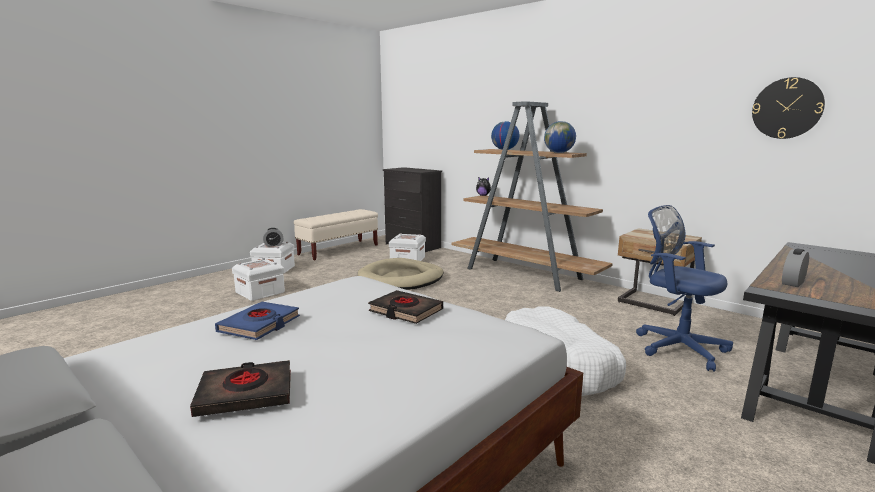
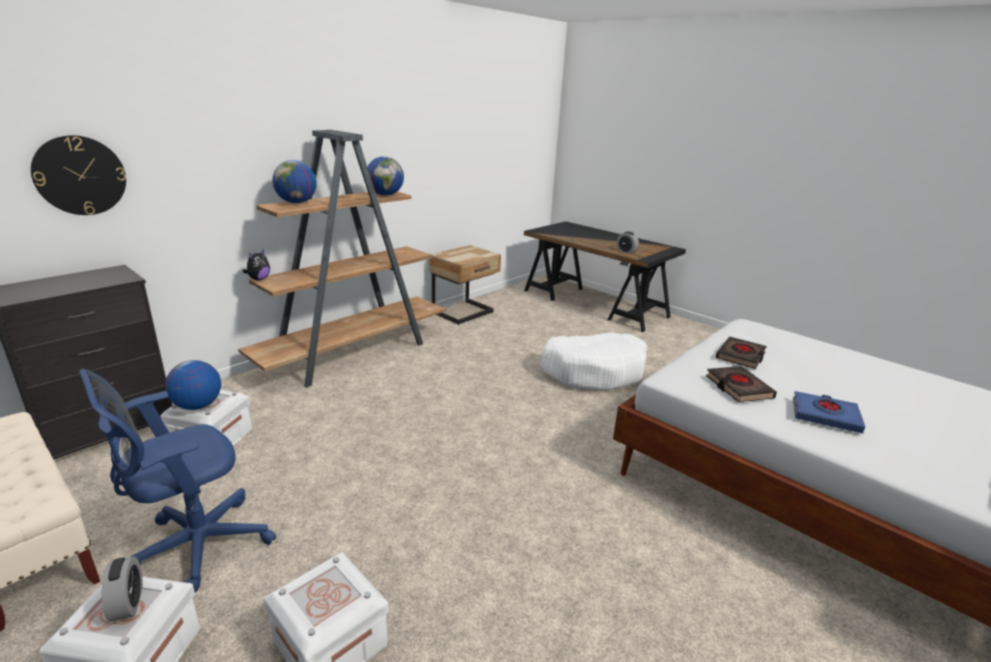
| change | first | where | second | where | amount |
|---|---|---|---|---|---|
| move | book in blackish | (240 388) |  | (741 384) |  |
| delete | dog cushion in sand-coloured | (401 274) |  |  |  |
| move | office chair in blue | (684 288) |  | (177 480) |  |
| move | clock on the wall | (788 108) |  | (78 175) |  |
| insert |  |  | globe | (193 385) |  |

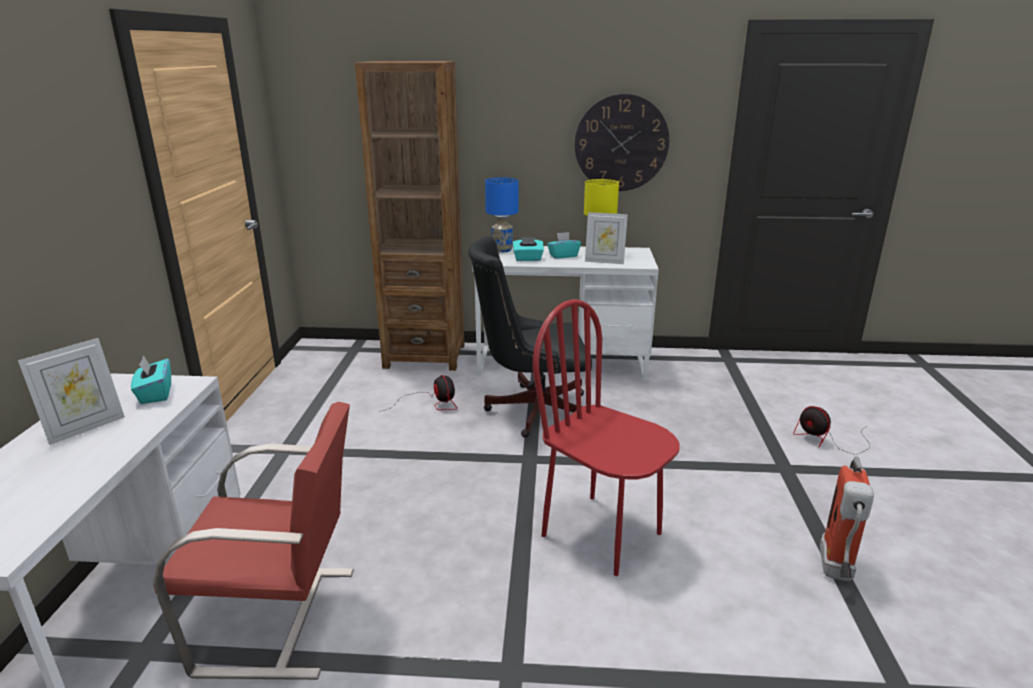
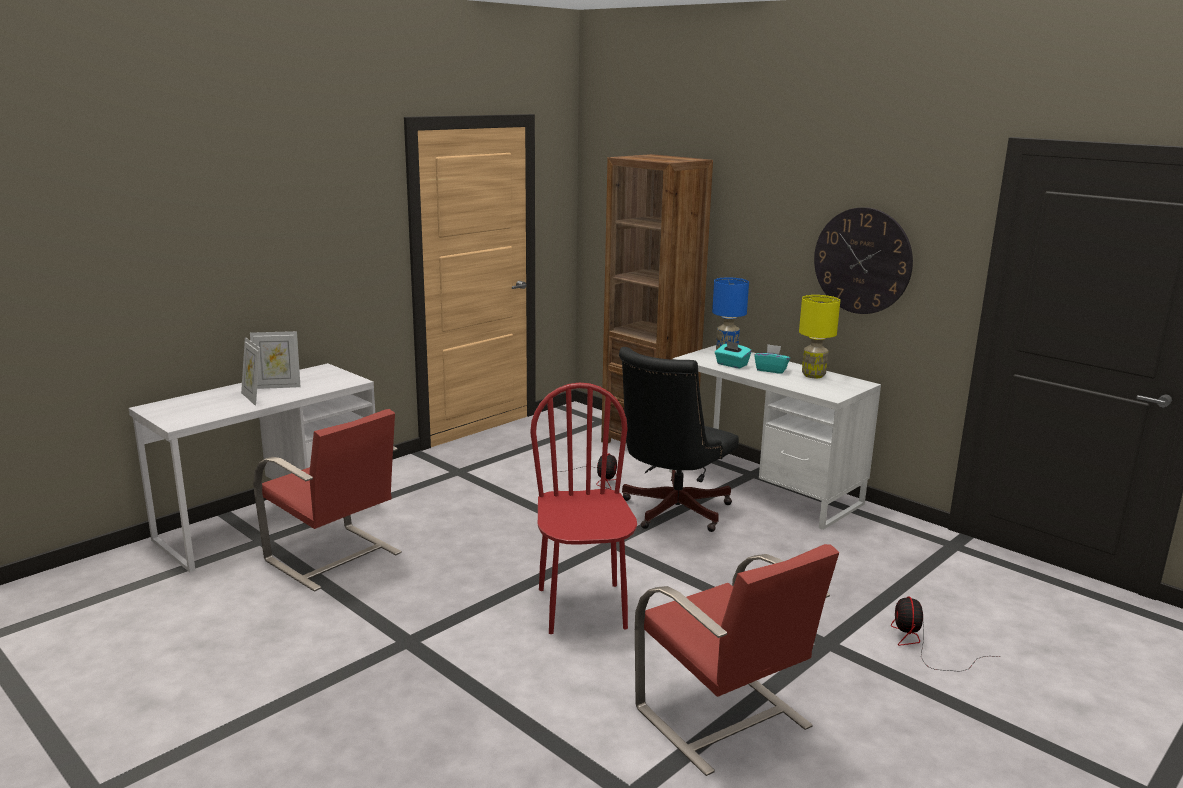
| change | first | where | second | where | amount |
|---|---|---|---|---|---|
| delete | tissue holder in blue-green | (151 379) |  |  |  |
| rotate | office chair in blackish | (530 337) |  | (679 439) | 90 degrees counterclockwise |
| move | photo frame | (606 238) |  | (250 371) |  |
| replace | fire extinguisher | (847 518) | plain chair in reddish | (737 660) |  |

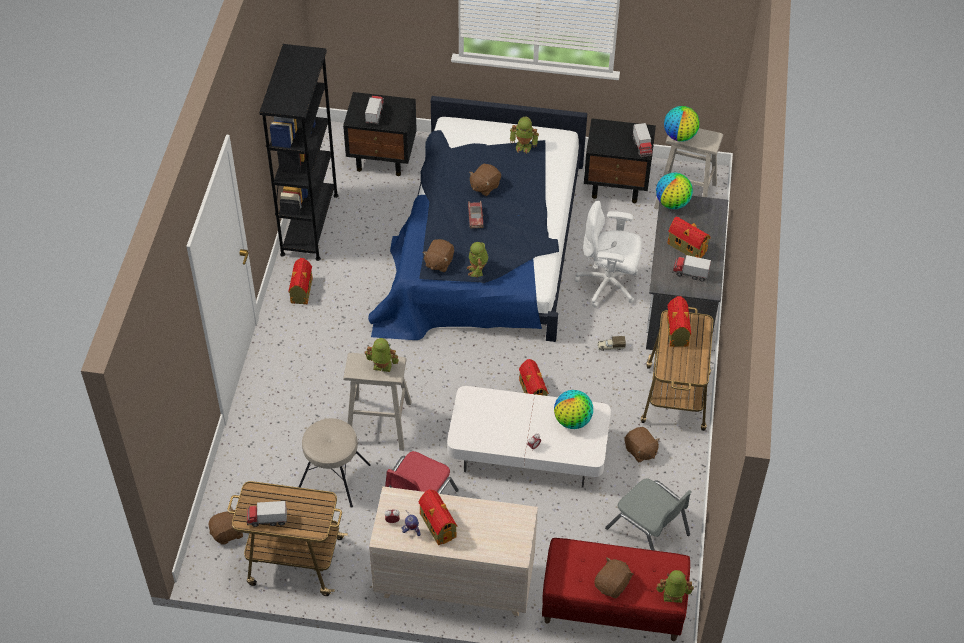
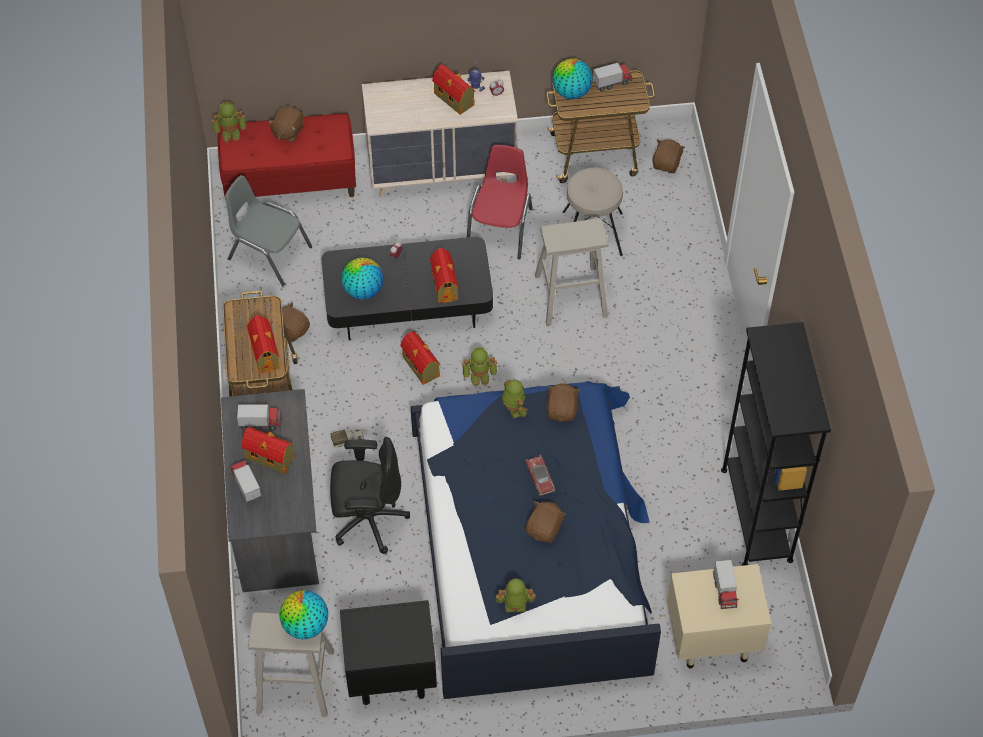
| change | first | where | second | where | amount |
|---|---|---|---|---|---|
| rotate | soft toy in brown | (225 526) |  | (668 156) | 150 degrees clockwise |
| move | toy house | (300 281) |  | (444 275) |  |
| recolor | bedside table in blackish | (380 134) | bedside table in sand-coloured | (719 616) |  |
| move | toy robot | (382 355) |  | (479 367) |  |
| recolor | low table in whitish | (529 437) | low table in blackish | (407 288) |  |
| recolor | office chair in whitish | (608 254) | office chair in blackish | (370 495) |  |
| move | toy lorry | (643 140) |  | (246 481) |  |
| move | globe | (674 190) |  | (572 79) |  |

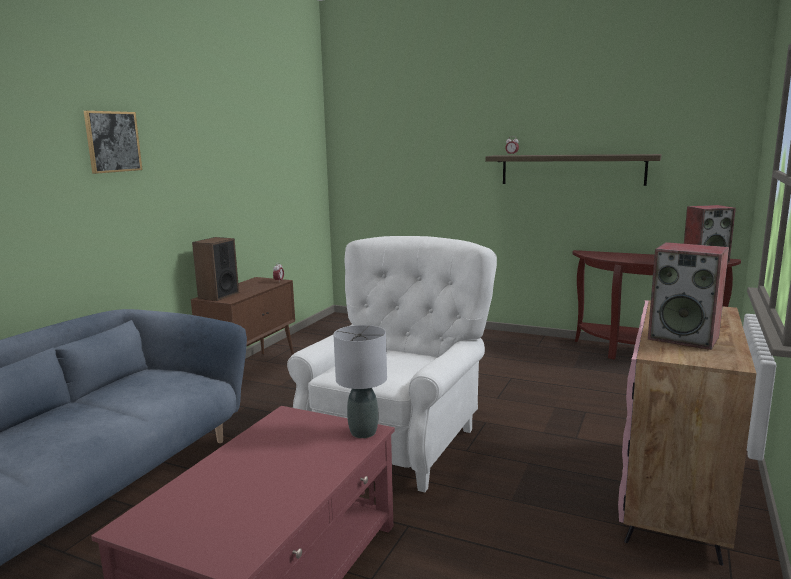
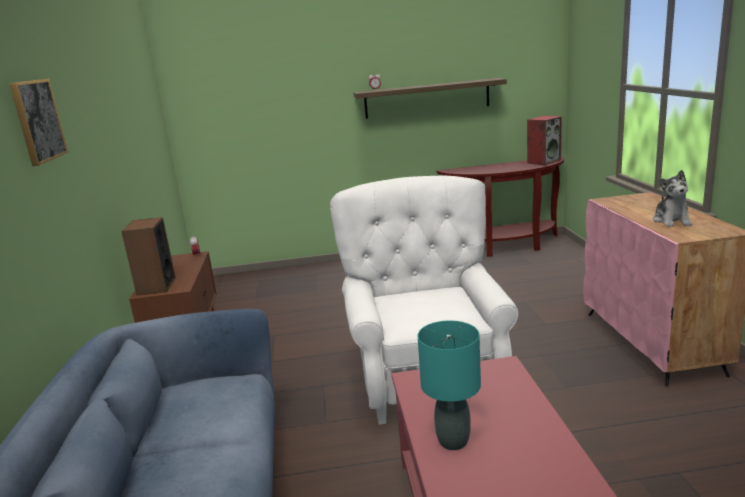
| change | first | where | second | where | amount |
|---|---|---|---|---|---|
| delete | lamp for a table in gray | (360 381) |  |  |  |
| replace | loudspeaker | (688 296) | soft toy | (672 198) |  |
| insert |  |  | lamp for a table in blue-green | (449 385) |  |

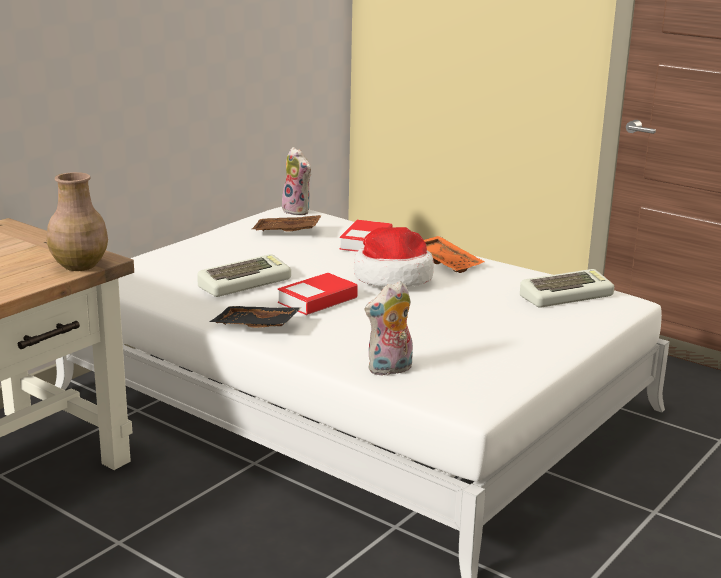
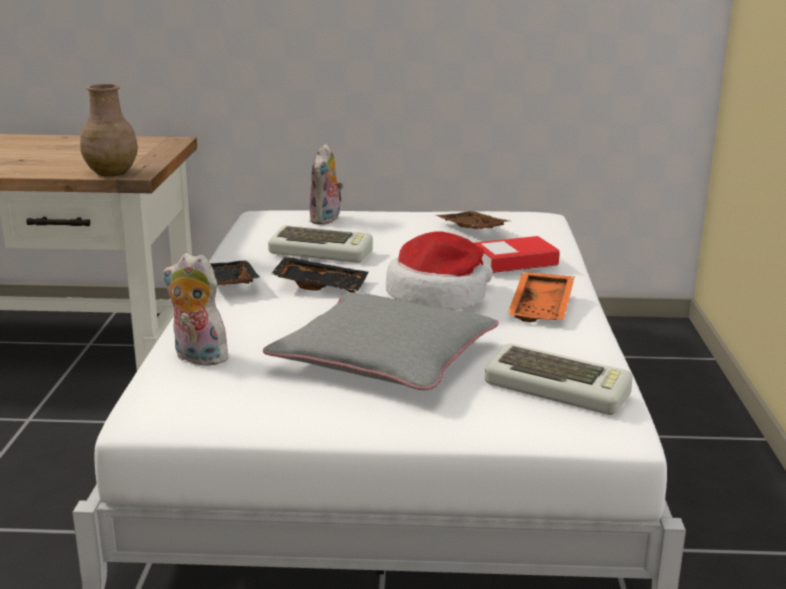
| change | first | where | second | where | amount |
|---|---|---|---|---|---|
| replace | book | (318 294) | tray in blackish | (319 274) |  |
| move | soft toy | (297 181) |  | (326 184) |  |
| insert |  |  | throw pillow in gray | (380 341) |  |

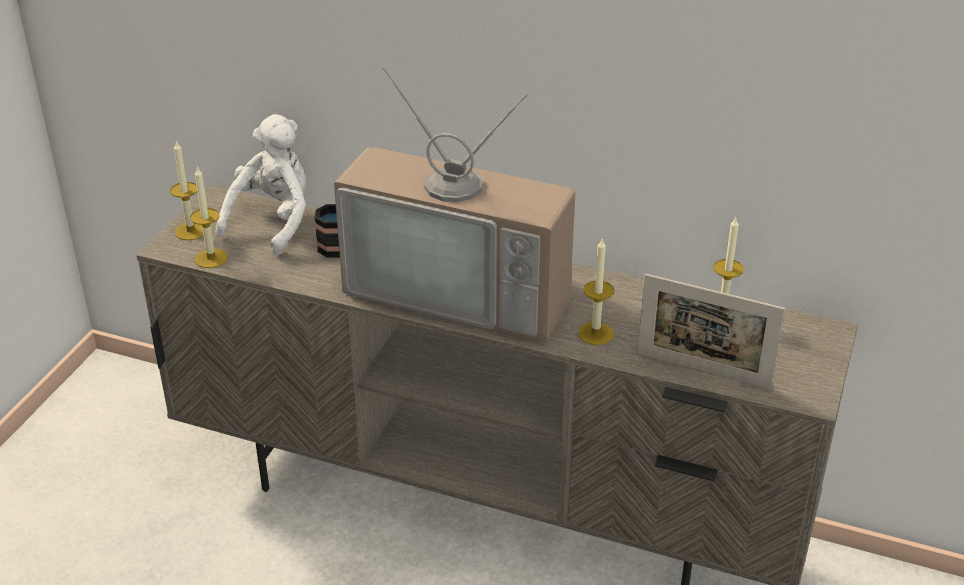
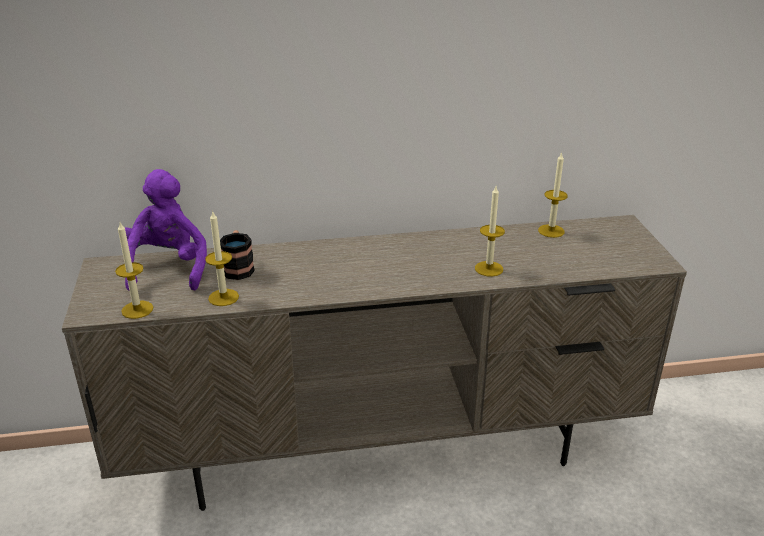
| change | first | where | second | where | amount |
|---|---|---|---|---|---|
| move | wax light | (187 190) |  | (222 258) |  |
| recolor | soft toy in whitish | (261 184) | soft toy in purple-coloured | (166 230) |  |
| delete | TV | (454 205) |  |  |  |
| delete | photo frame | (711 331) |  |  |  |

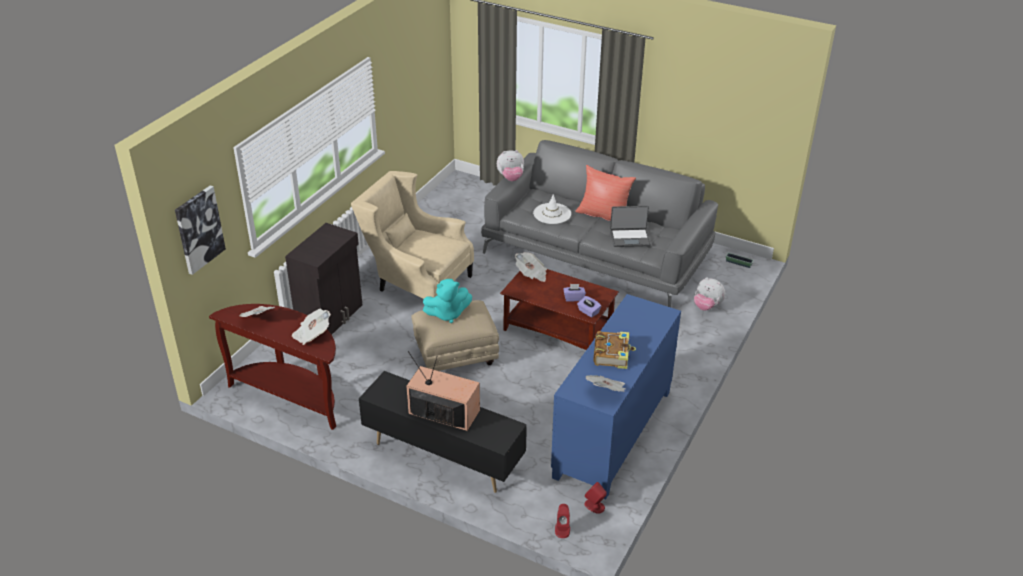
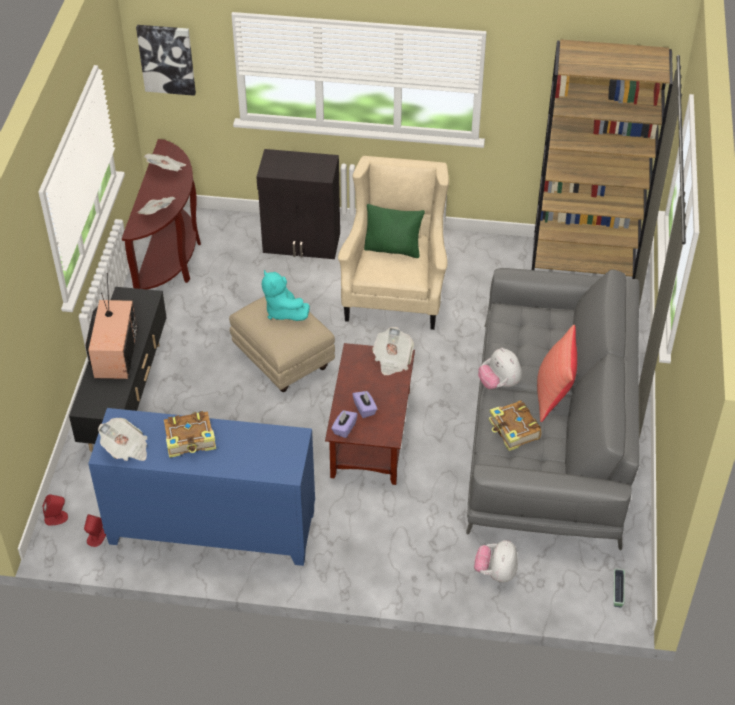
| change | first | where | second | where | amount |
|---|---|---|---|---|---|
| move | soft toy | (510 165) |  | (500 368) |  |
| delete | hat in whitish | (552 209) |  |  |  |
| replace | notebook computer | (630 226) | book | (515 425) |  |
| insert |  |  | throw pillow in green-coloured | (394 231) |  |
| insert |  |  | bookshelf in brown | (602 159) |  |

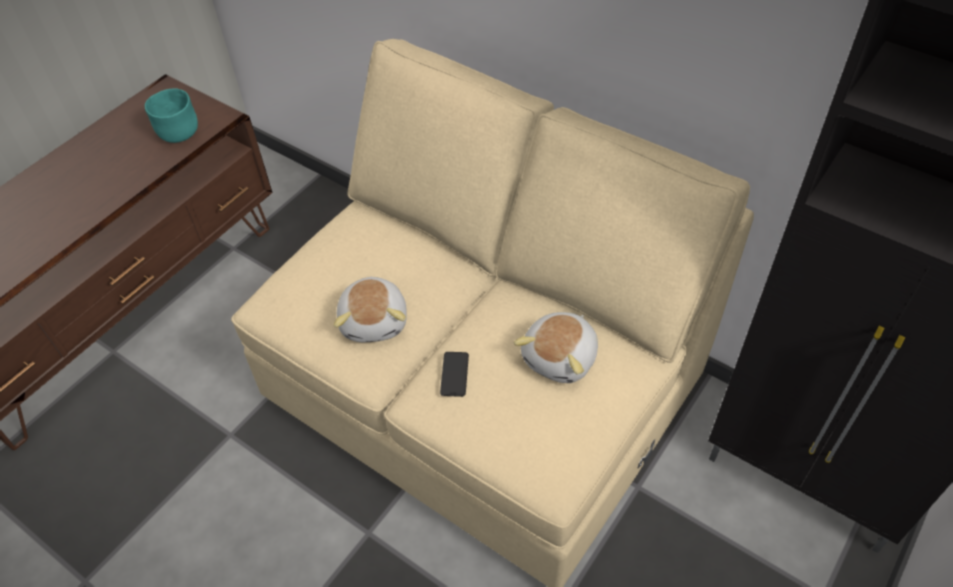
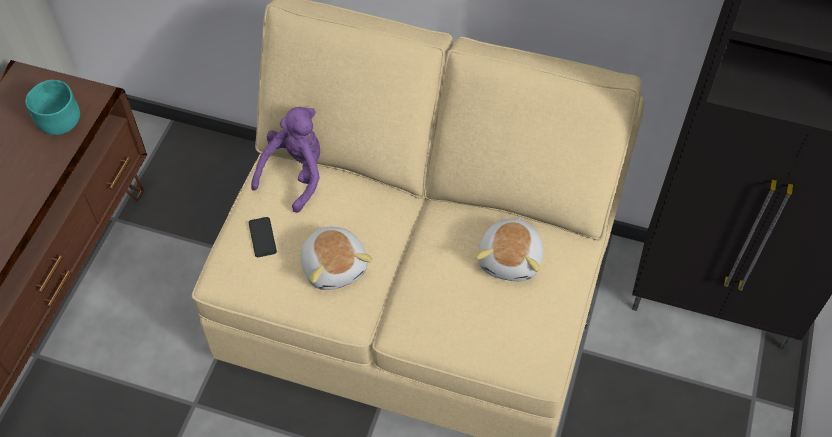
| change | first | where | second | where | amount |
|---|---|---|---|---|---|
| move | telephone | (454 374) |  | (263 237) |  |
| insert |  |  | soft toy in purple-coloured | (285 160) |  |

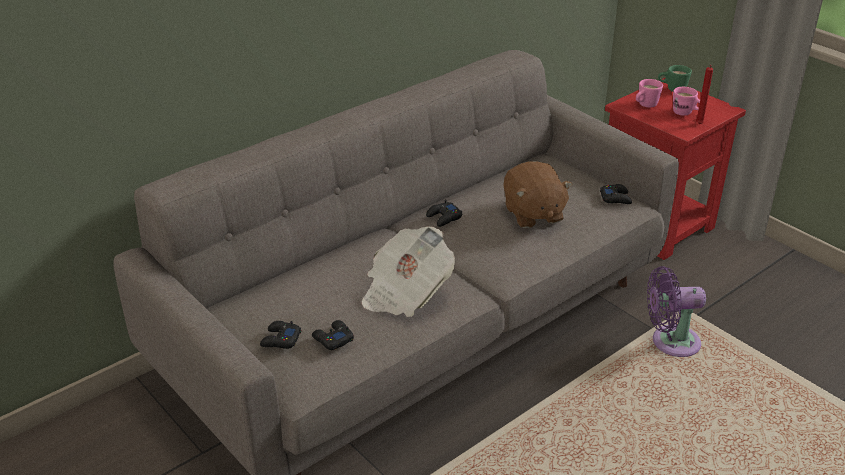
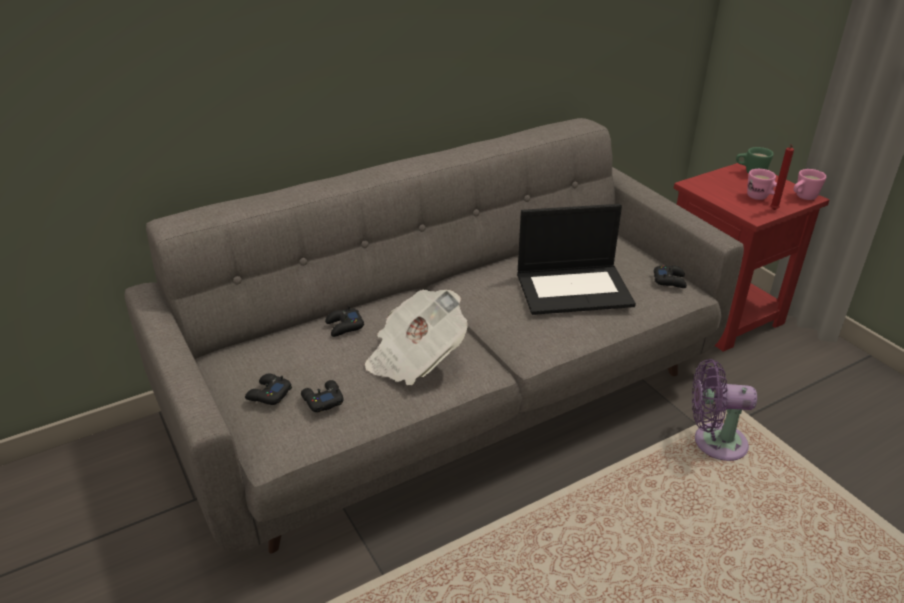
| change | first | where | second | where | amount |
|---|---|---|---|---|---|
| move | joypad in blackish | (444 213) |  | (344 321) |  |
| replace | soft toy in brown | (537 194) | notebook computer | (576 259) |  |
| move | tea mug in pink | (649 93) |  | (809 184) |  |

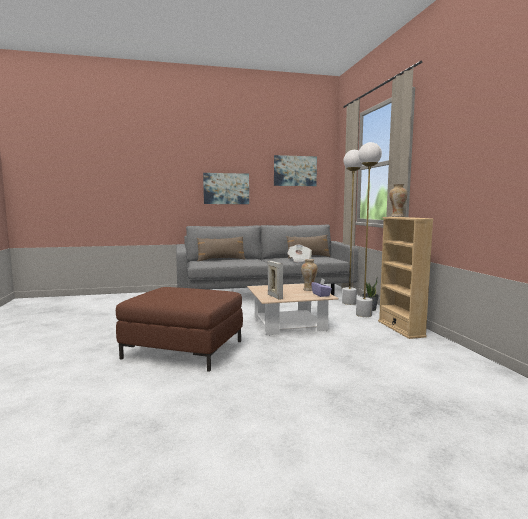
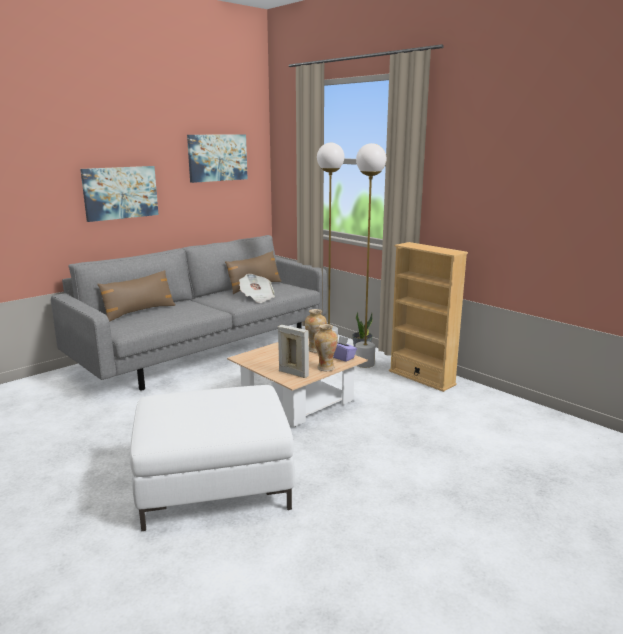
| change | first | where | second | where | amount |
|---|---|---|---|---|---|
| recolor | pouffe in brown | (179 329) | pouffe in whitish | (212 458) |  |
| move | decorative vase | (398 200) |  | (326 347) |  |

